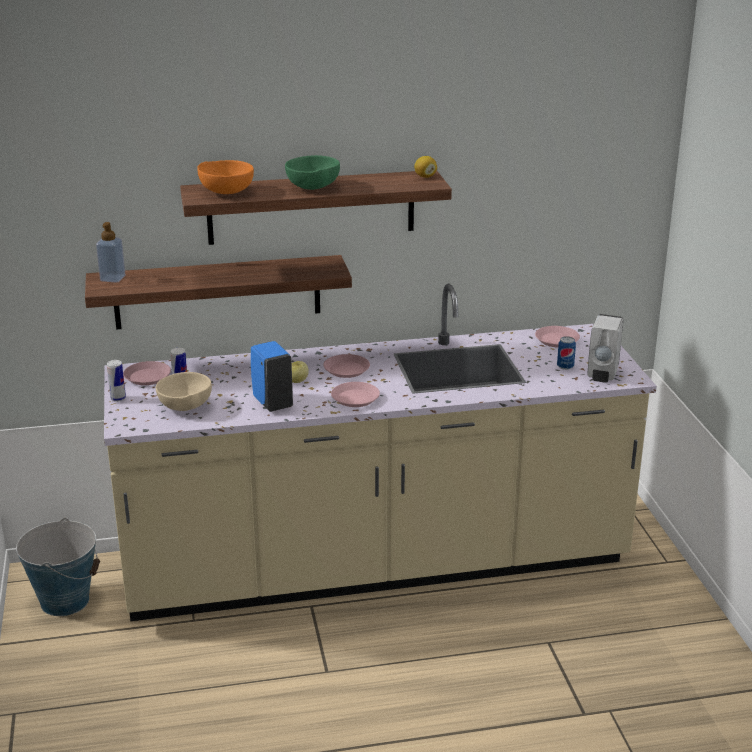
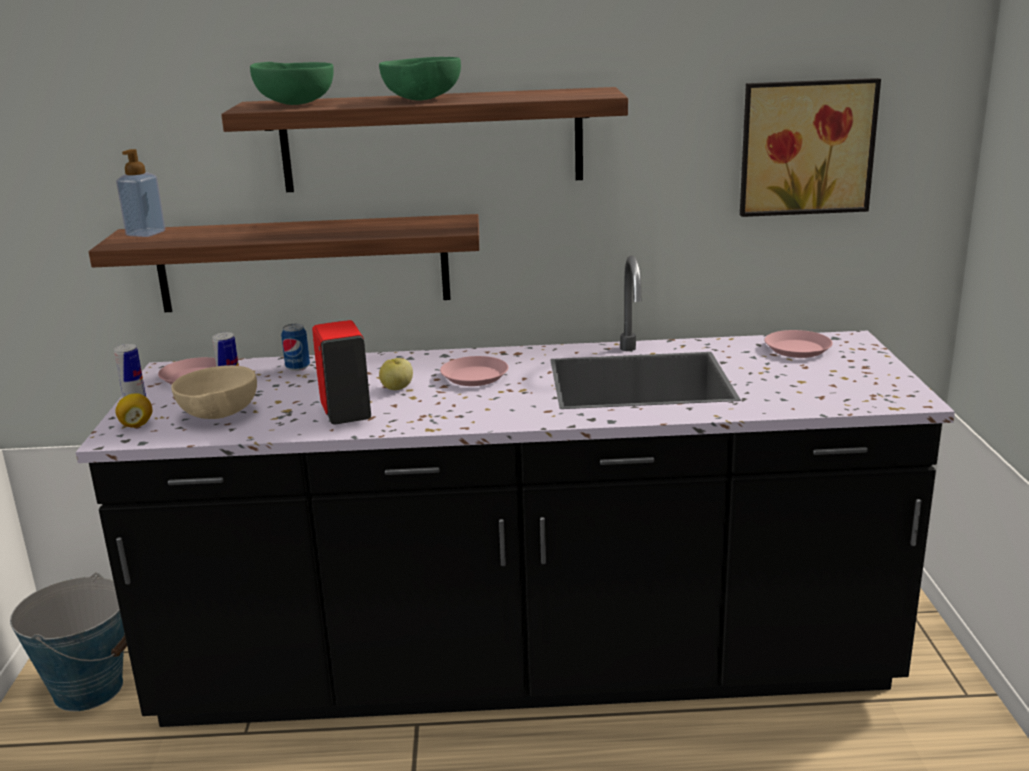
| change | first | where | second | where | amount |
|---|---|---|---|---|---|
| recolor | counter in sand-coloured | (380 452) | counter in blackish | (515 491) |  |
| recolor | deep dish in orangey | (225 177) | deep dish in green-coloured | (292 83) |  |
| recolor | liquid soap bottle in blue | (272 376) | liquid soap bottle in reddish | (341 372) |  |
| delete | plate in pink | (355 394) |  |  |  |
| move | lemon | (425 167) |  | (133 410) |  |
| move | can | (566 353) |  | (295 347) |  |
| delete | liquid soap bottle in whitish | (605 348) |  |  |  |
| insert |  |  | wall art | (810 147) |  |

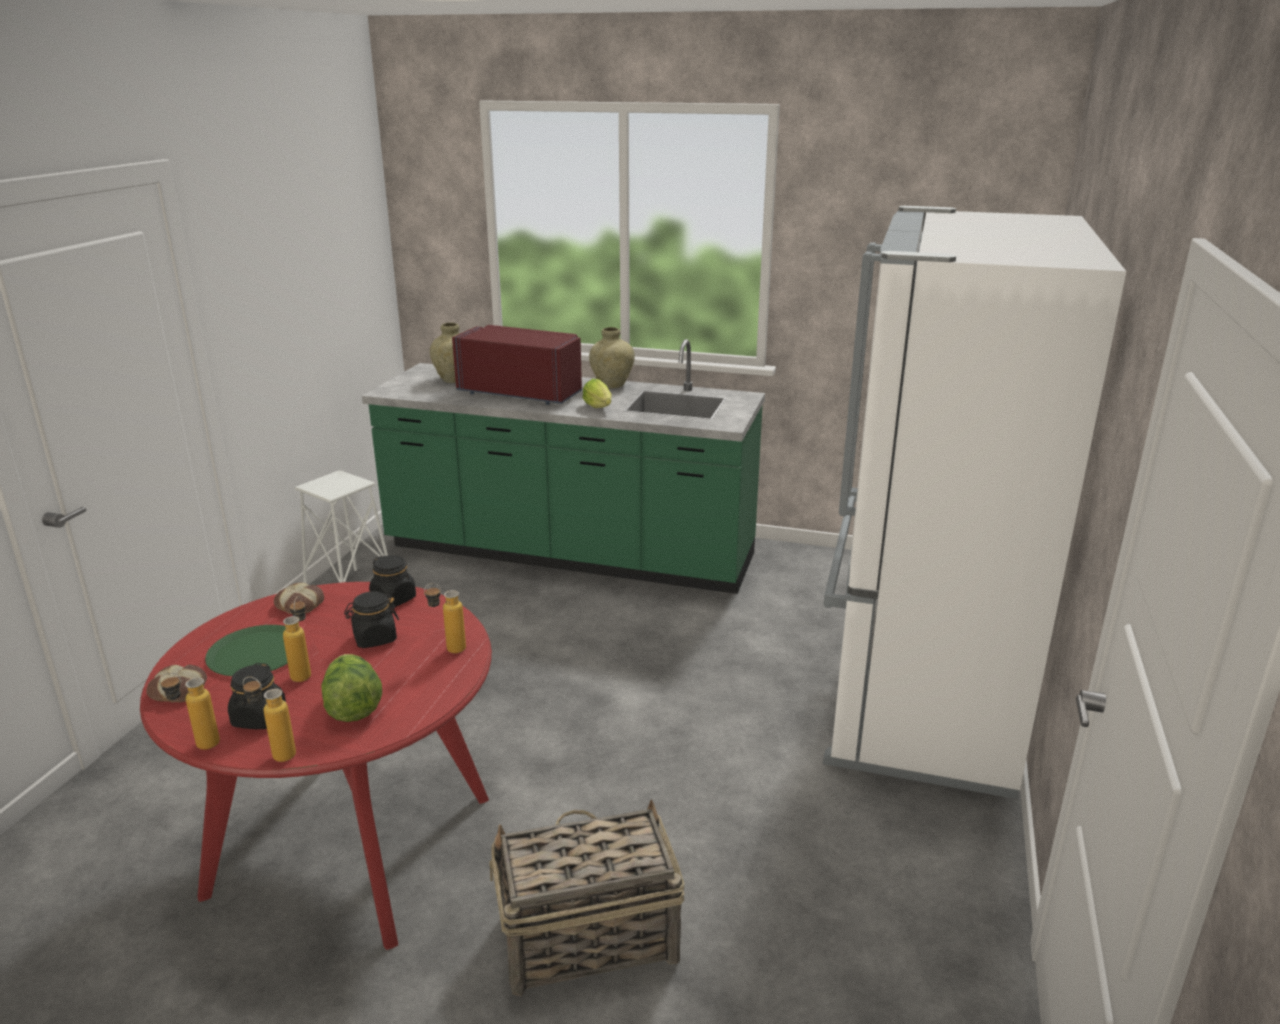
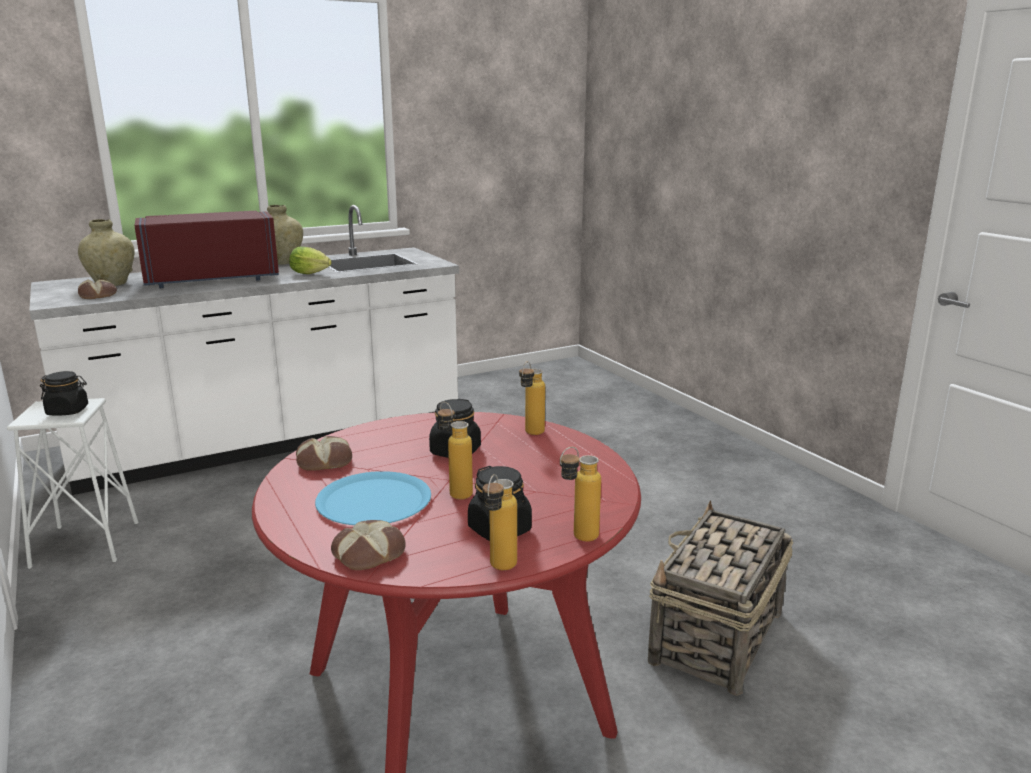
| change | first | where | second | where | amount |
|---|---|---|---|---|---|
| recolor | plate in green-coloured | (246 650) | plate in blue | (373 498) |  |
| delete | head of lettuce | (351 688) |  |  |  |
| recolor | counter in green-coloured | (563 466) | counter in whitish | (244 350) |  |
| move | jar in blackish | (392 581) |  | (64 393) |  |
| delete | fridge in whitish | (974 502) |  |  |  |
| insert |  |  | bakery bread | (97 289) |  |

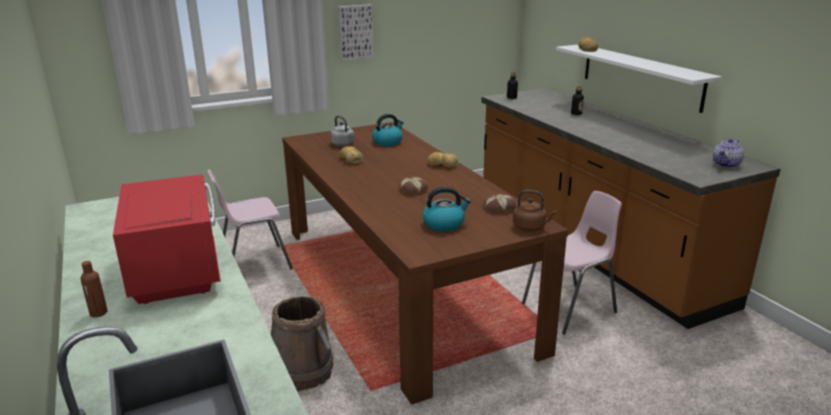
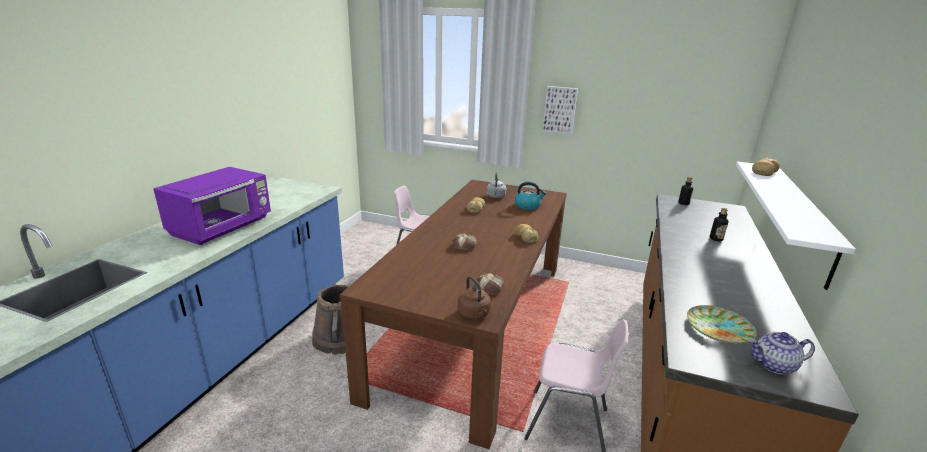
| change | first | where | second | where | amount |
|---|---|---|---|---|---|
| delete | bottle in brown | (94 289) |  |  |  |
| recolor | microwave oven in reddish | (167 239) | microwave oven in purple-coloured | (212 206) |  |
| delete | tea kettle | (447 209) |  |  |  |
| insert |  |  | plate | (722 324) |  |

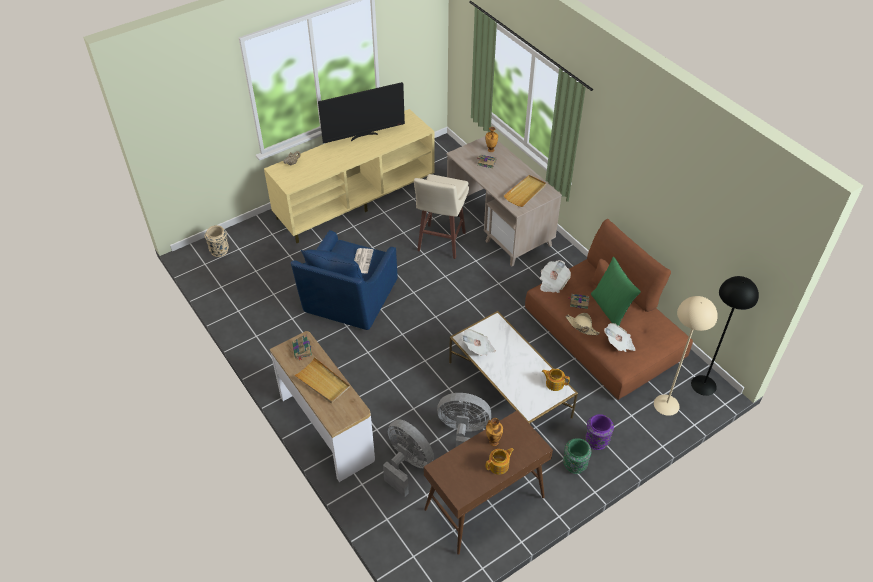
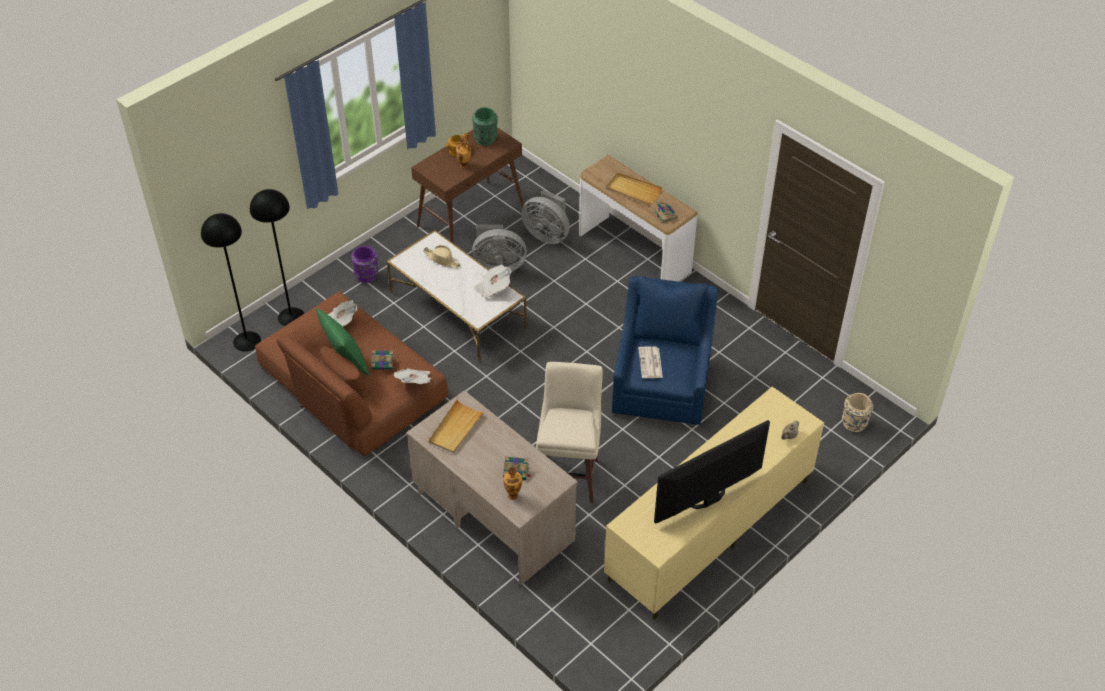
| change | first | where | second | where | amount |
|---|---|---|---|---|---|
| delete | tea pot | (556 380) |  |  |  |
| move | decorative vase in green-coloured | (577 456) |  | (485 126) |  |
| move | hat in sand-coloured | (583 324) |  | (442 256) |  |
| recolor | floor lamp in sand-coloured | (686 356) | floor lamp in blackish | (277 257) |  |

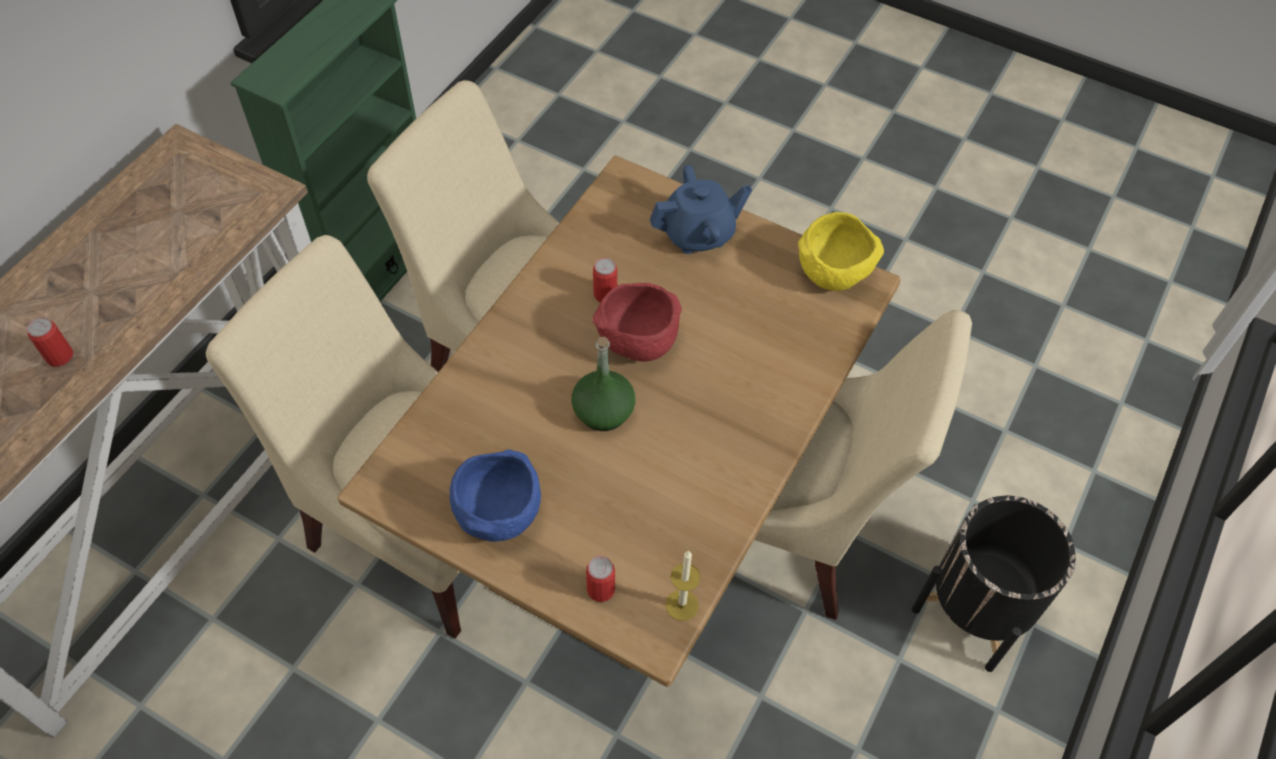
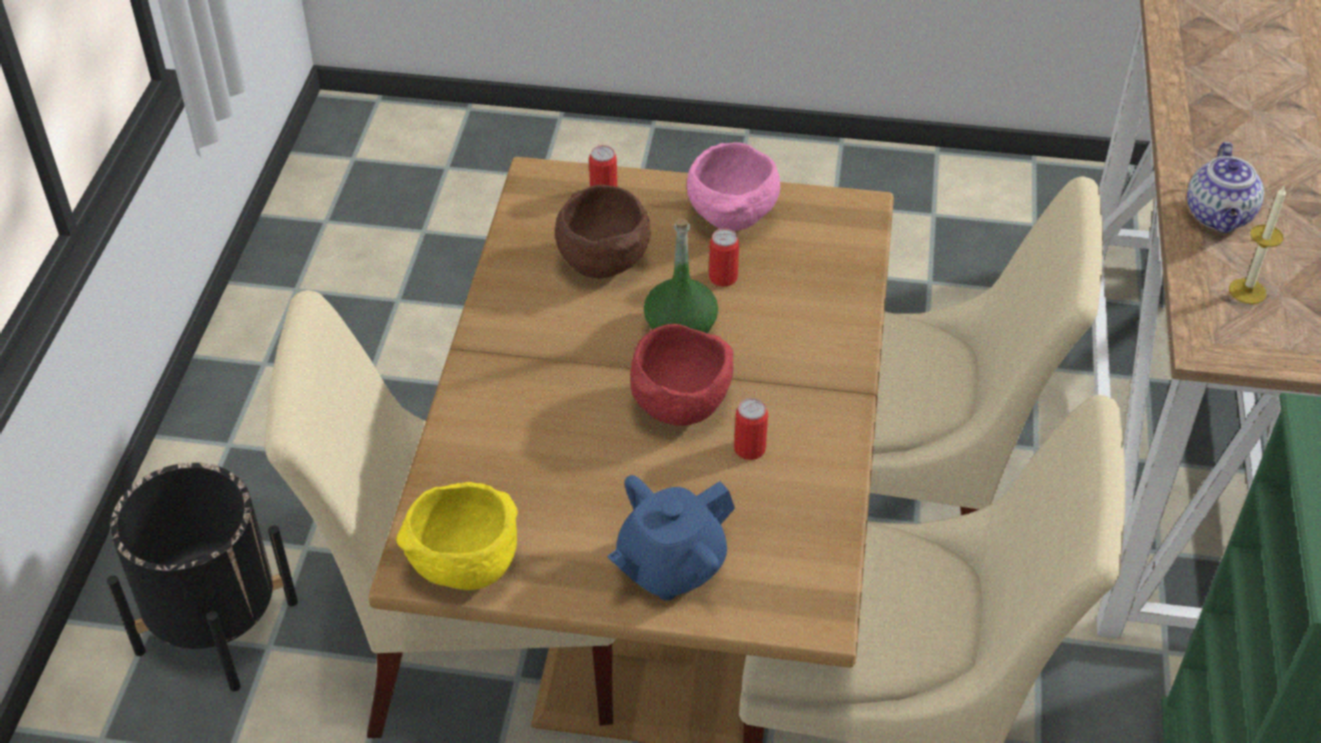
| change | first | where | second | where | amount |
|---|---|---|---|---|---|
| move | can | (50 342) |  | (724 257) |  |
| recolor | deep dish in blue | (495 496) | deep dish in pink | (733 186) |  |
| move | wax light | (682 586) |  | (1257 244) |  |
| insert |  |  | deep dish in brown | (603 231) |  |
| insert |  |  | tea pot | (1225 187) |  |

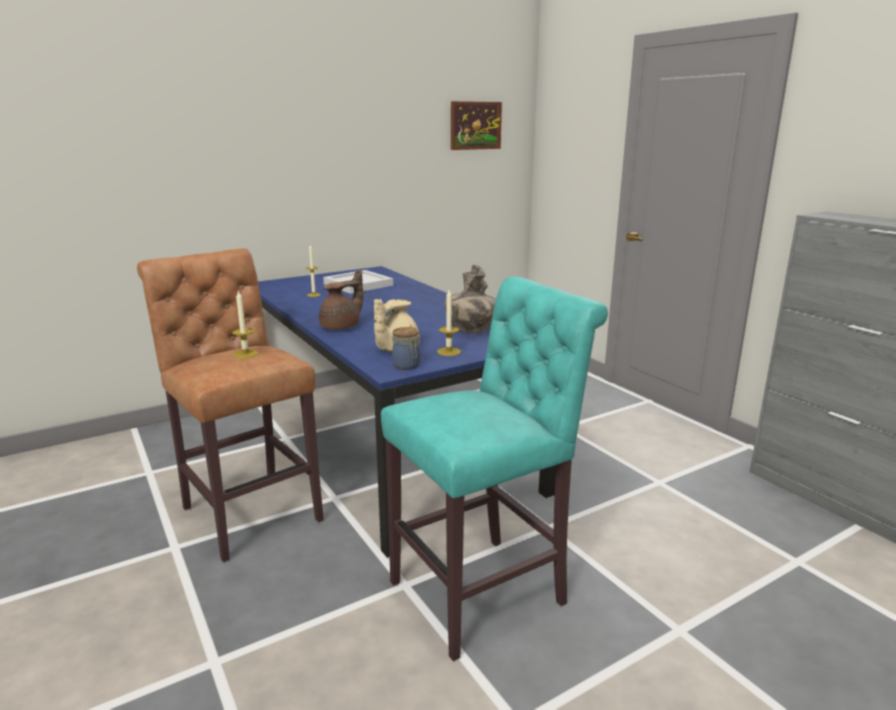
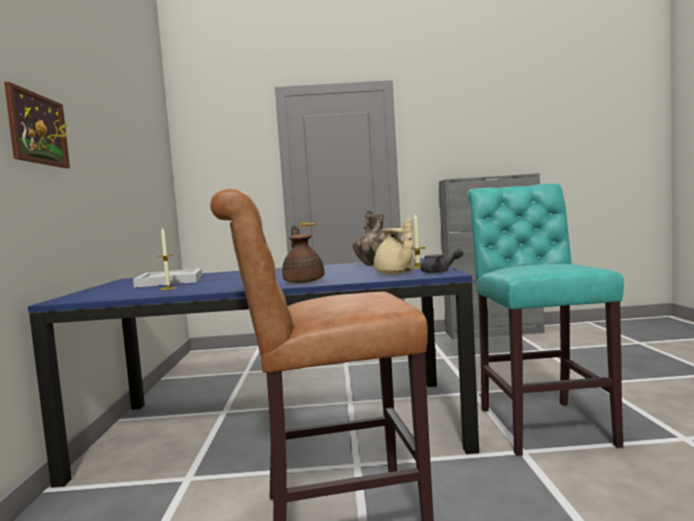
| change | first | where | second | where | amount |
|---|---|---|---|---|---|
| delete | wax light | (245 325) |  |  |  |
| replace | jar | (406 348) | tea pot in gray | (442 261) |  |
| move | wall art | (476 125) |  | (37 125) |  |

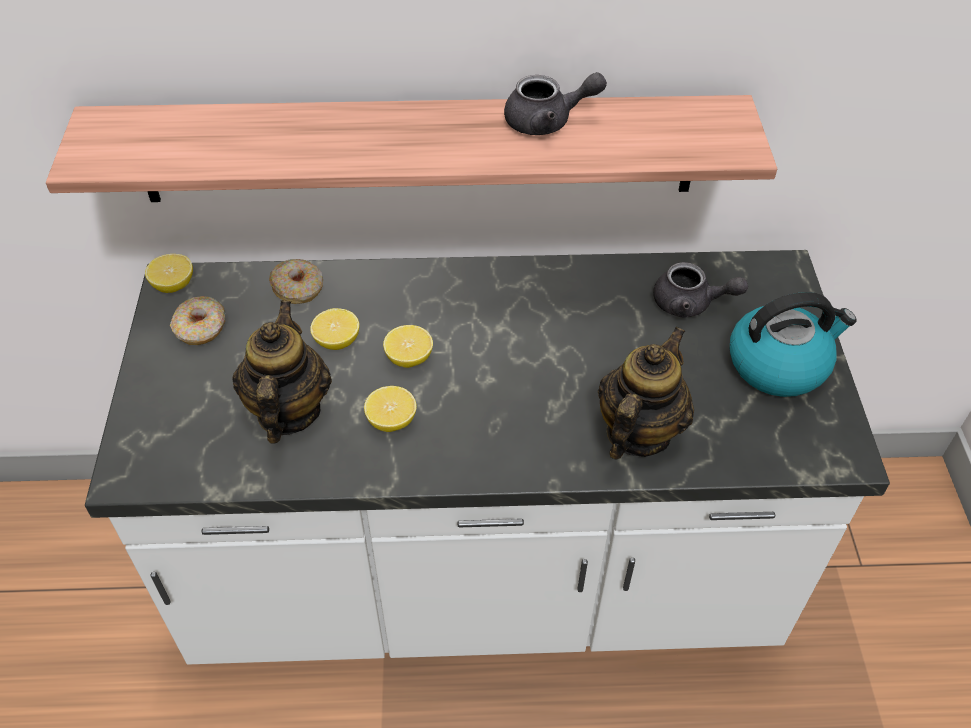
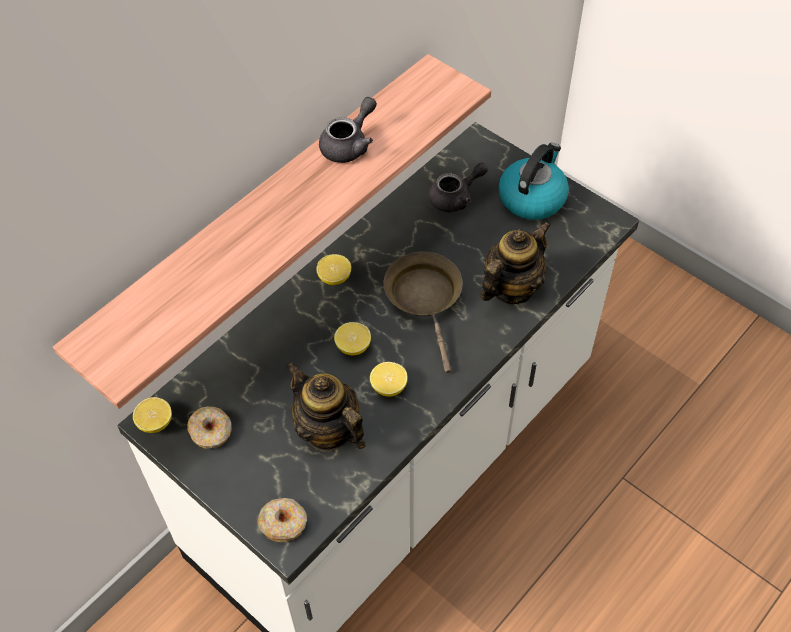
| change | first | where | second | where | amount |
|---|---|---|---|---|---|
| move | doughnut | (296 281) |  | (282 520) |  |
| move | lemon | (334 329) |  | (333 269) |  |
| rotate | tea pot | (646 393) |  | (515 263) | 60 degrees clockwise |
| insert |  |  | frying pan in brown | (423 312) |  |

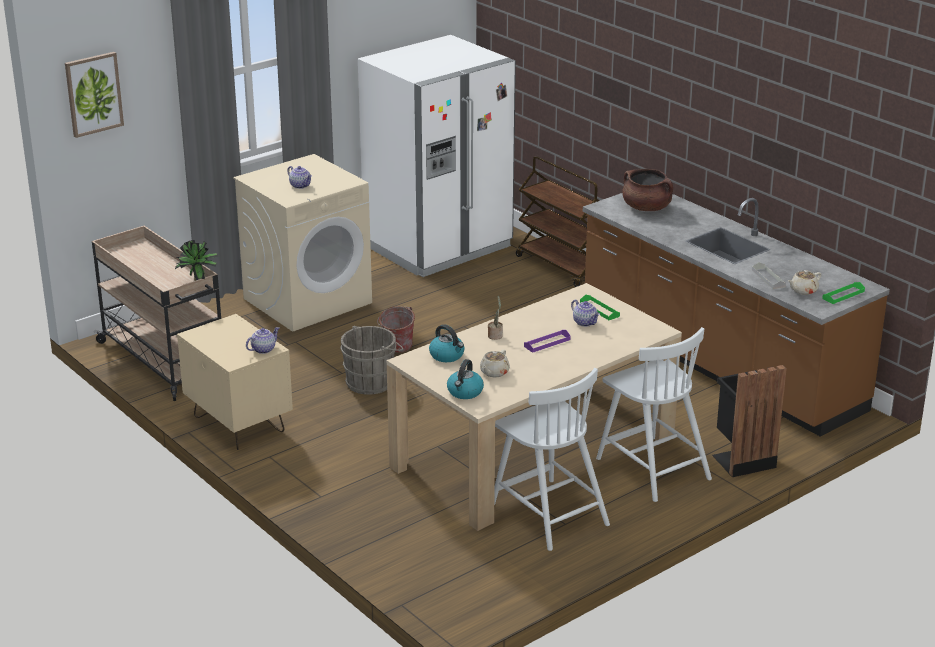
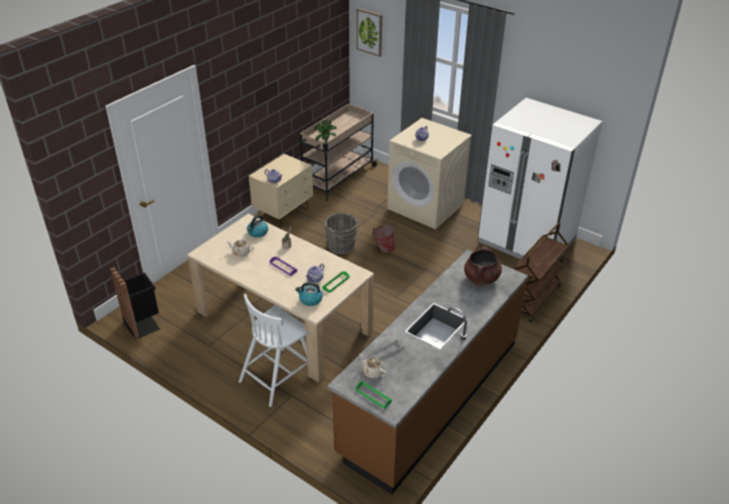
| change | first | where | second | where | amount |
|---|---|---|---|---|---|
| move | tea kettle | (465 379) |  | (309 294) |  |
| delete | plain chair in whitish | (552 459) |  |  |  |
| move | waste bin in blackish | (749 421) |  | (135 303) |  |

